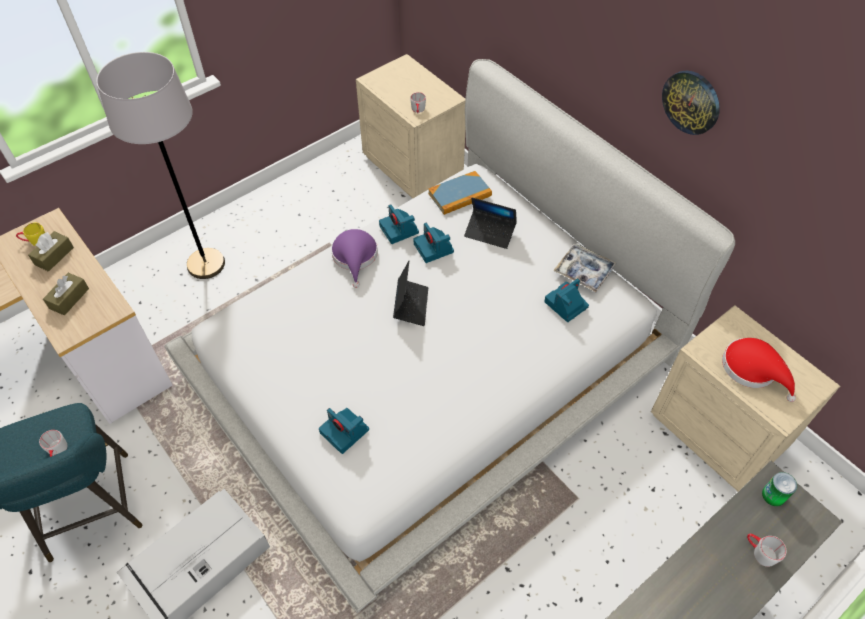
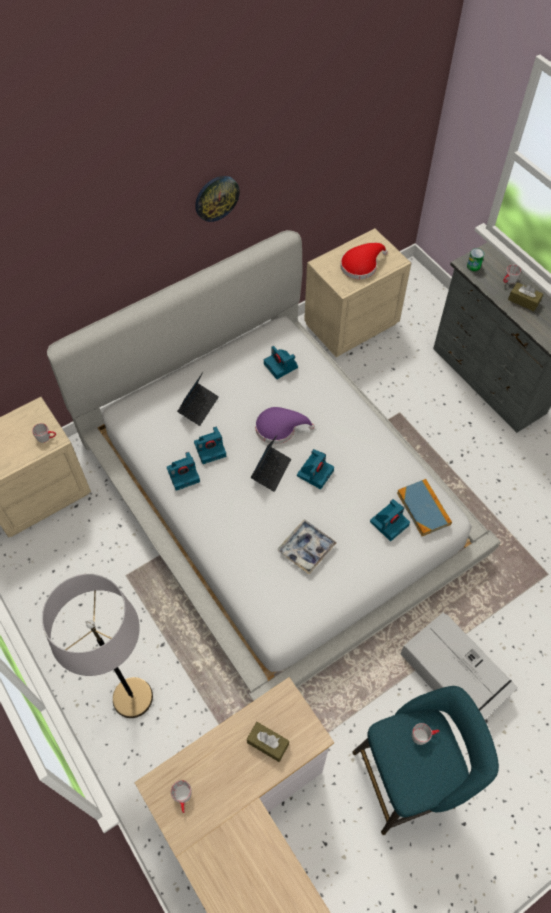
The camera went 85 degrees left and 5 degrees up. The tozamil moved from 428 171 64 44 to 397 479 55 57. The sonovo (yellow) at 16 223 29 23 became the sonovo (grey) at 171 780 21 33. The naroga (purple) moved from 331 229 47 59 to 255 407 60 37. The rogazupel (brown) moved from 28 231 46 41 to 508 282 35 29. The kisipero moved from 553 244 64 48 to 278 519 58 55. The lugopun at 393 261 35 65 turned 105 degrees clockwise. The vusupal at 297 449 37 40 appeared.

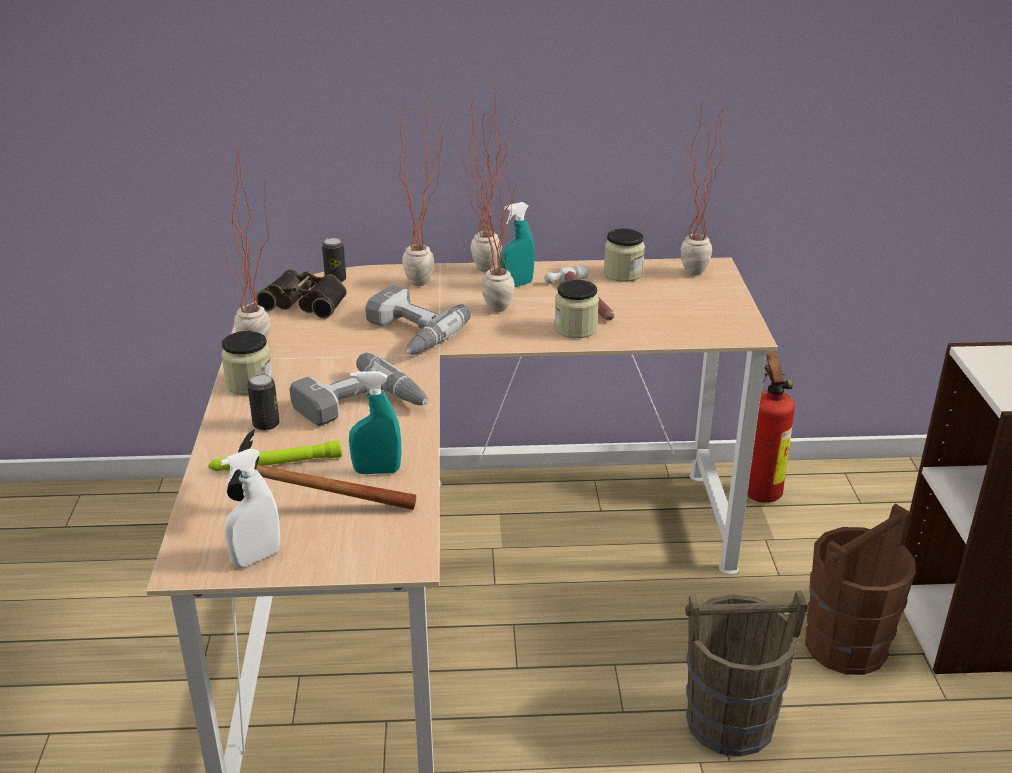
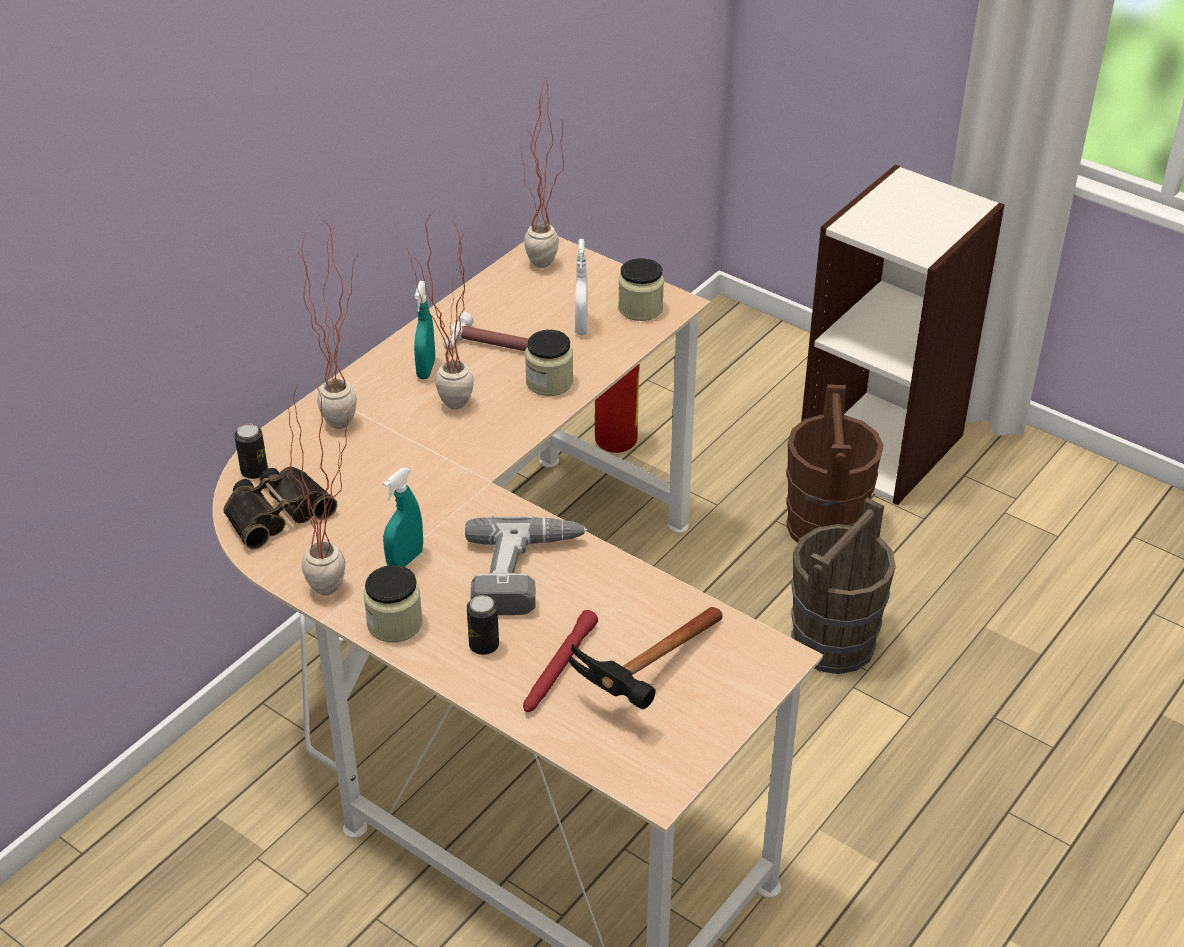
The camera went 50 degrees left and 10 degrees up. The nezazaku at 468 80 47 192 disappeared. The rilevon moved from 604 229 41 53 to 618 258 46 63. The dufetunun at 365 285 106 69 disappeared. The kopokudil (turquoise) moved from 349 371 52 103 to 383 468 40 99. The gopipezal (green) at 208 440 134 31 became the gopipezal (red) at 523 610 75 102. The kopokudil (white) moved from 220 449 60 118 to 575 239 13 96.

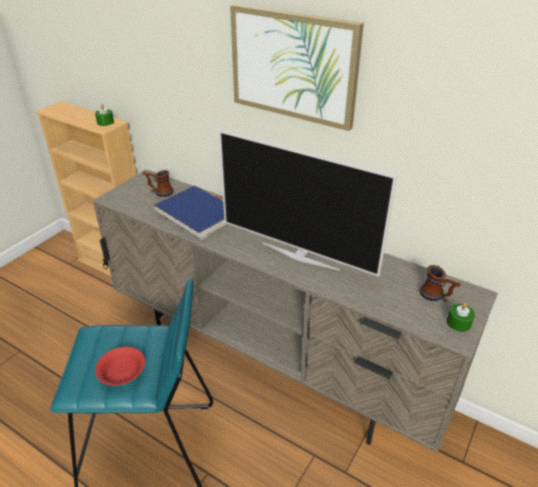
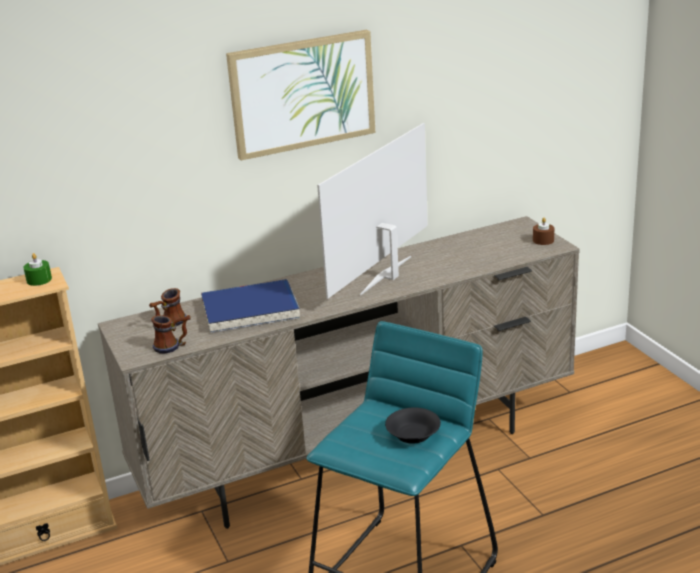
The camera went 55 degrees left and 10 degrees down. The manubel at 219 130 178 147 turned 150 degrees clockwise. The sonovo moved from 419 265 42 37 to 151 315 40 38. The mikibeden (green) at 447 303 28 29 became the mikibeden (brown) at 533 217 21 28. The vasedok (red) at 95 347 50 39 became the vasedok (black) at 385 408 56 36.

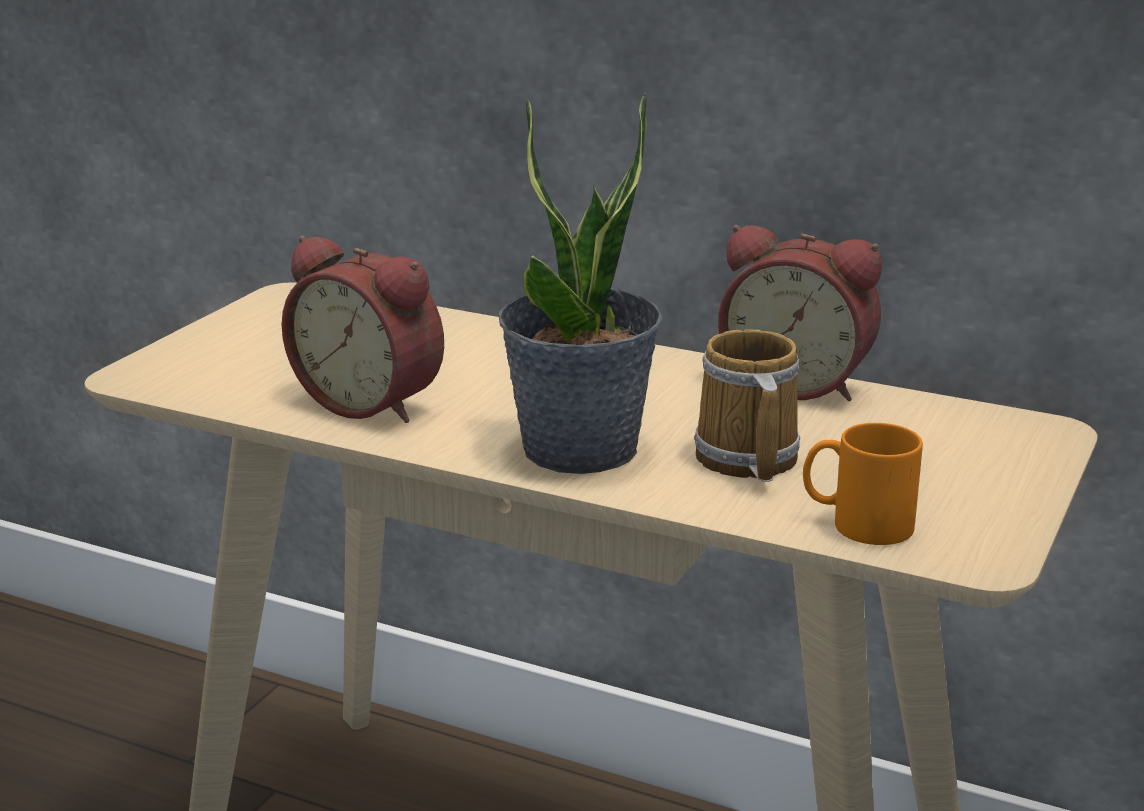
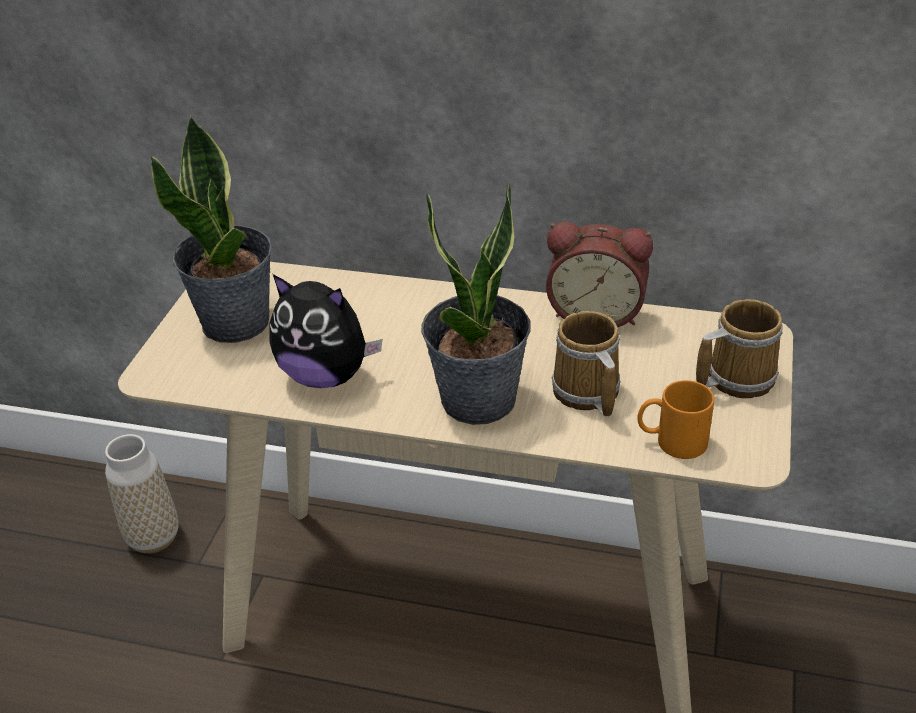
The camera went 10 degrees left and 15 degrees up. The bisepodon at 282 236 162 187 was replaced by the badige at 270 274 112 114. The nezazaku at 151 115 121 228 appeared. The sonovo at 696 299 87 99 appeared. The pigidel at 105 434 74 119 appeared.

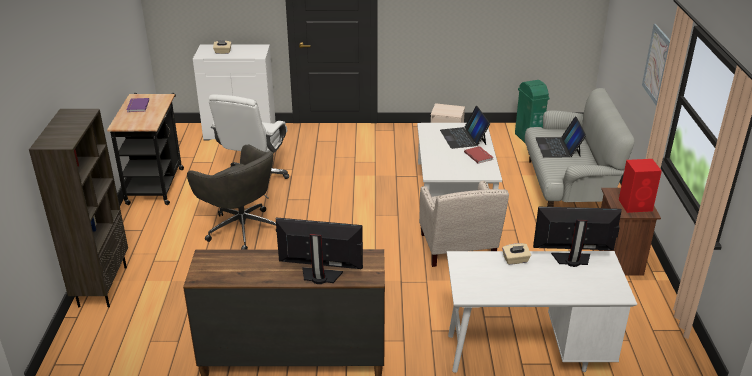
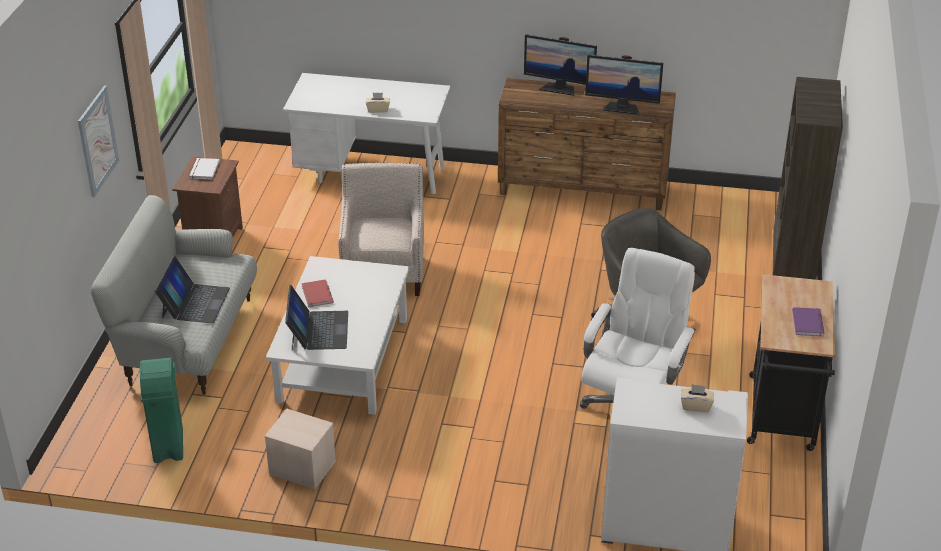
The camera went 170 degrees left and 5 degrees up. The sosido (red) at 619 159 43 54 was replaced by the tozamil (white) at 189 158 31 21. The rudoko moved from 533 207 89 60 to 585 55 78 60.

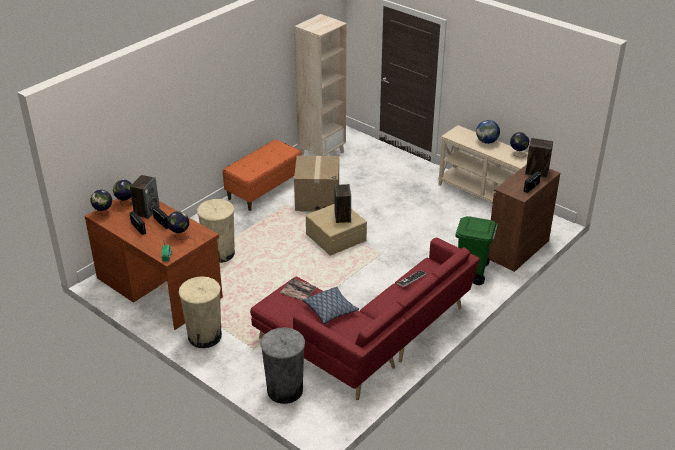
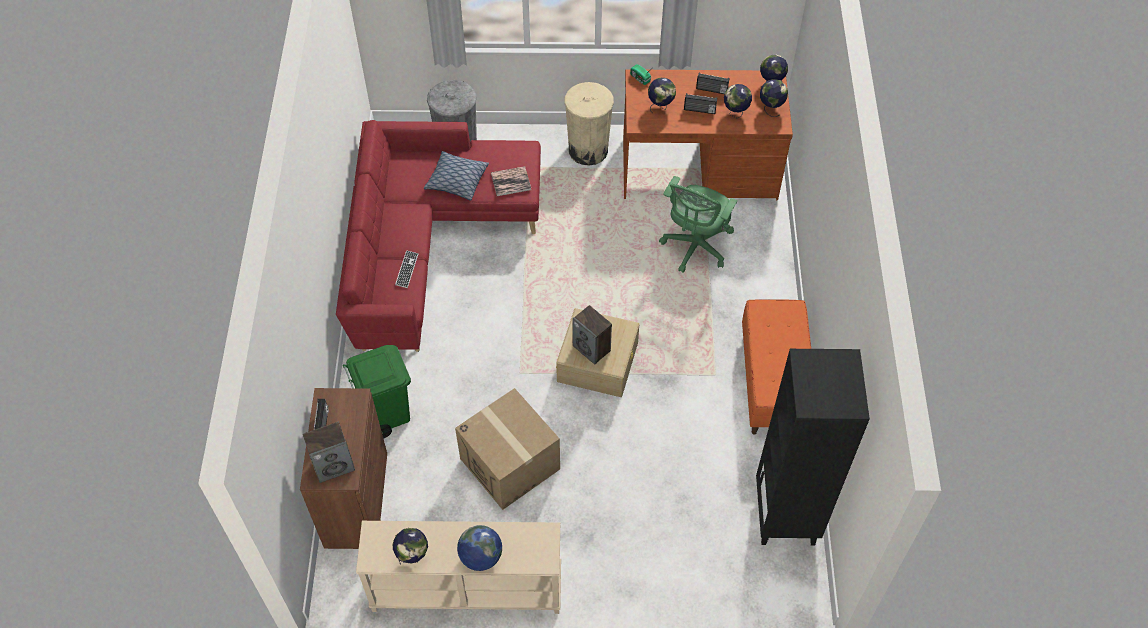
The camera went 140 degrees right and 20 degrees up. The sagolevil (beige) at 294 14 53 142 became the sagolevil (black) at 756 349 114 197. The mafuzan moved from 294 156 45 56 to 455 388 105 122. The sosido at 130 175 30 44 was replaced by the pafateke at 724 84 28 34. The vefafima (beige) at 197 199 38 64 was replaced by the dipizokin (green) at 659 176 78 97.

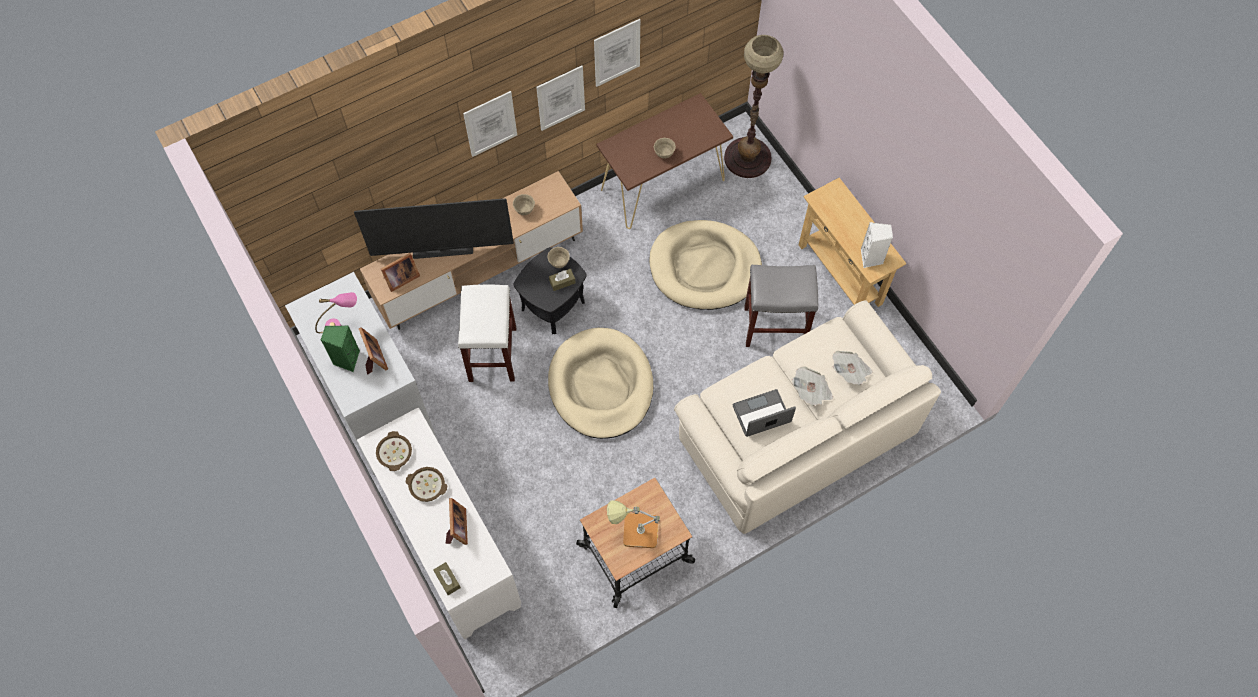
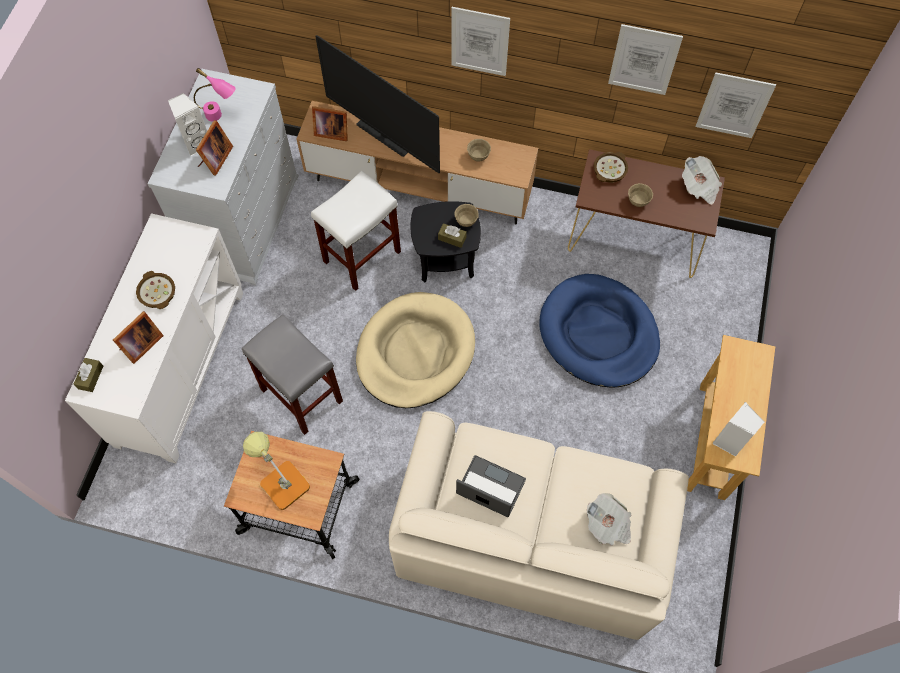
The camera went 45 degrees right and 0 degrees up. The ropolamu at 724 35 60 143 disappeared. The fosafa moved from 536 66 49 65 to 696 72 80 66. The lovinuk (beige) at 649 220 113 90 became the lovinuk (blue) at 539 274 121 114. The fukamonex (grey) moved from 744 265 74 82 to 242 314 101 121. The sosido (green) at 321 326 39 46 became the sosido (white) at 168 93 39 63. The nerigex moved from 792 366 41 40 to 682 156 40 49. The vasedok moved from 376 431 36 40 to 594 152 34 31.

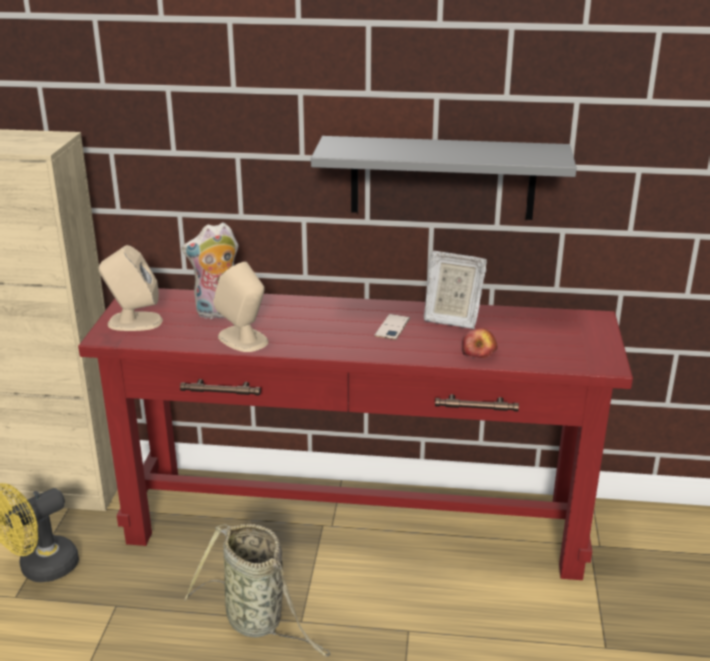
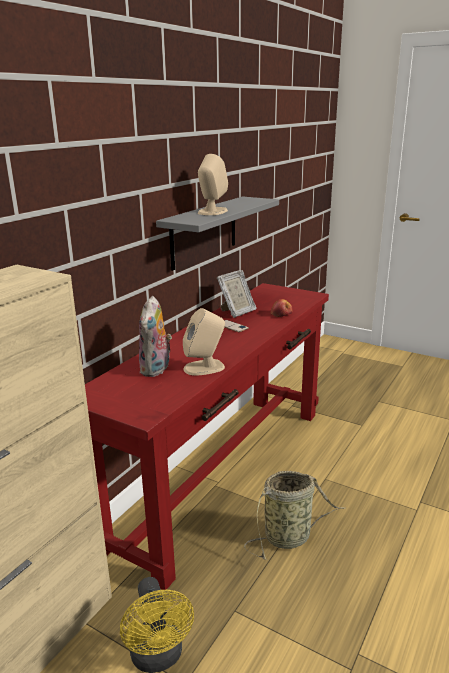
The camera went 65 degrees left and 5 degrees down. The sosido (beige) moved from 98 245 65 86 to 198 154 30 61.

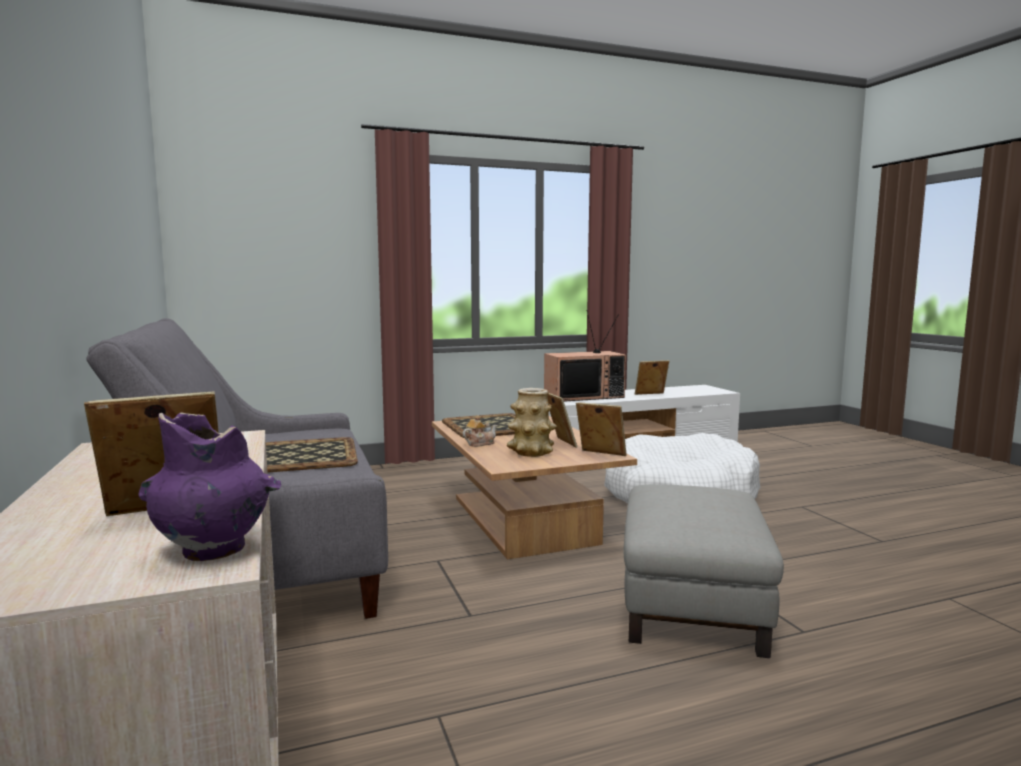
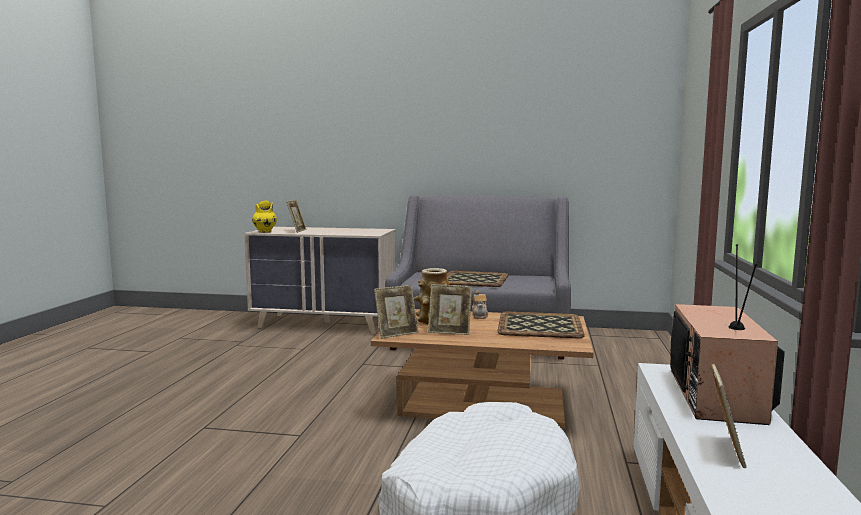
The camera went 120 degrees right and 0 degrees up. The pigidel (purple) at 138 412 143 149 became the pigidel (yellow) at 252 200 25 33. The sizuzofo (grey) at 623 484 161 174 disappeared.

